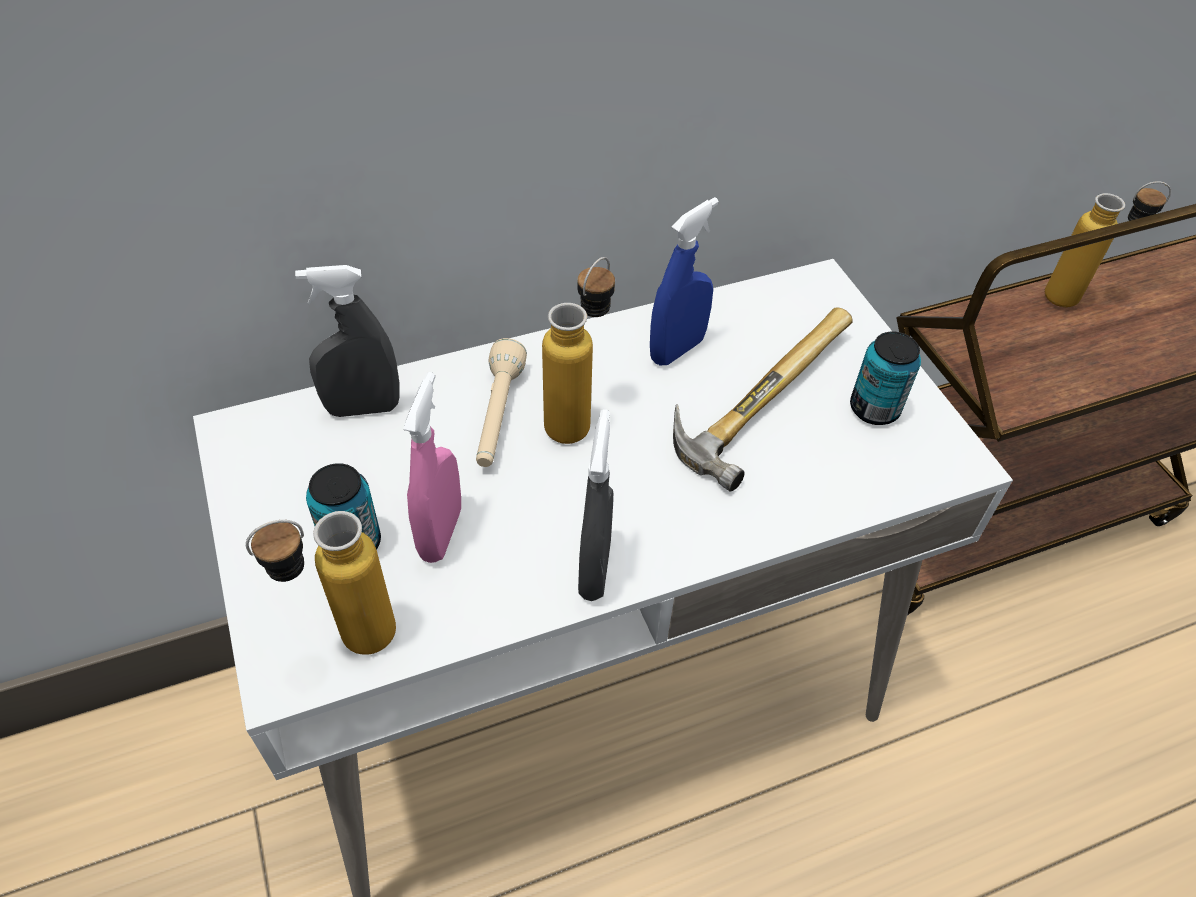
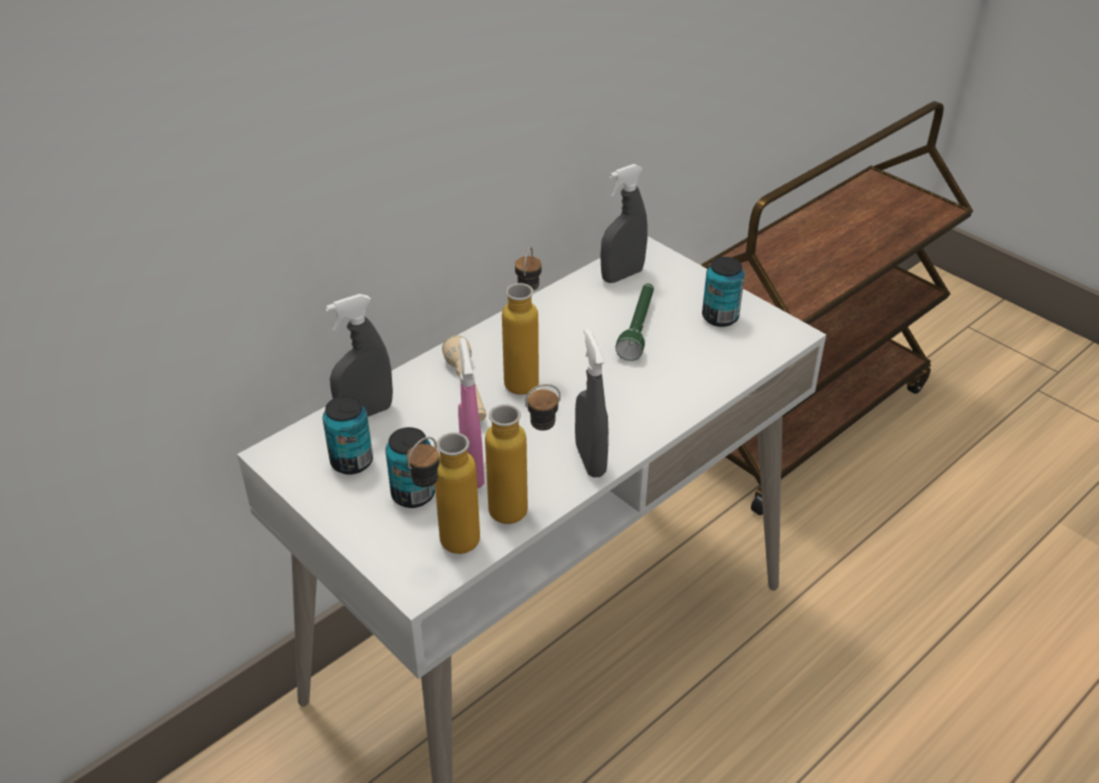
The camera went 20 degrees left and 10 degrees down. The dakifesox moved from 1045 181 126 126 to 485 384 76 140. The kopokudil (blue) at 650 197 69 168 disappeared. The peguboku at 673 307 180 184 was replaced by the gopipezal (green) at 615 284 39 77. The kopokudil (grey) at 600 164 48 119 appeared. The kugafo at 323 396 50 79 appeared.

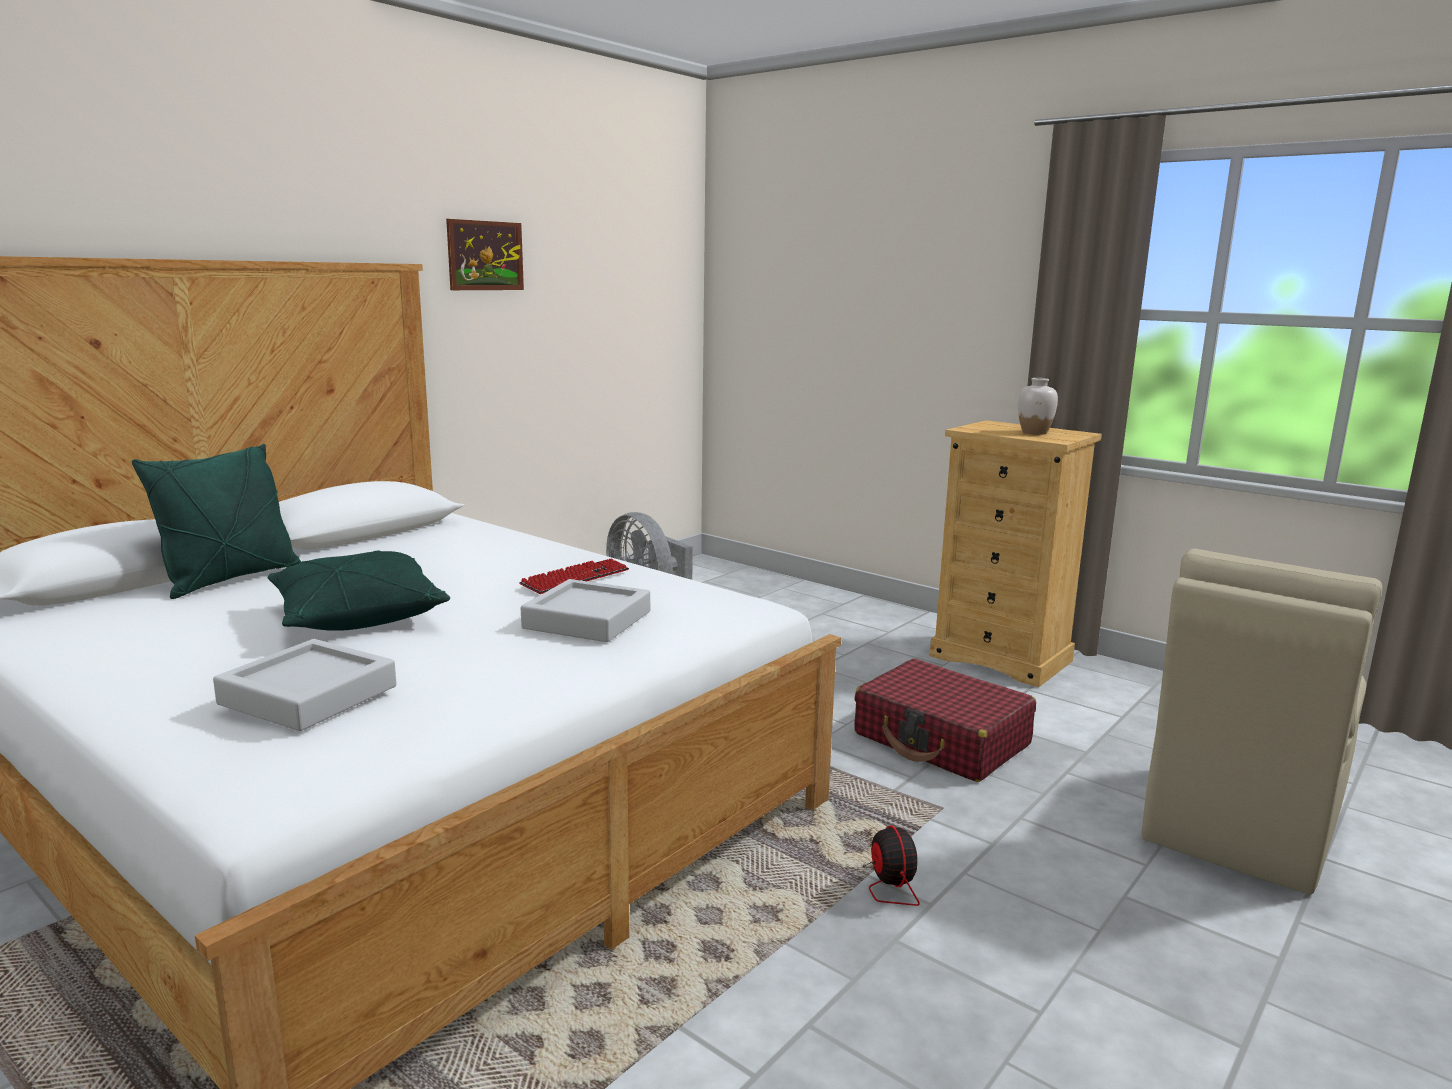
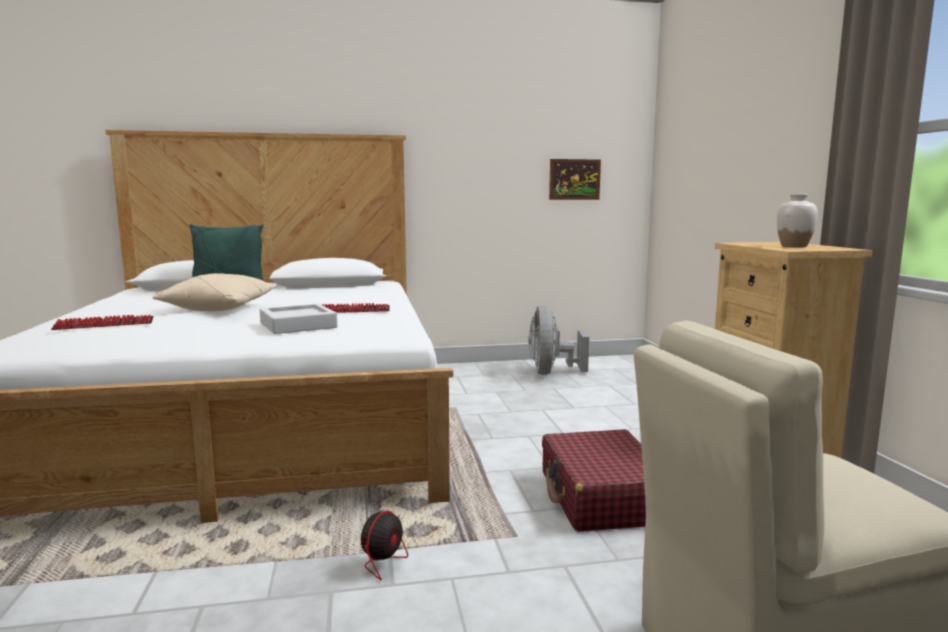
The camera went 40 degrees right and 5 degrees down. The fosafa moved from 446 219 78 71 to 549 159 52 41. The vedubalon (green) at 268 551 182 80 became the vedubalon (beige) at 152 273 125 38. The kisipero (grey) at 213 639 183 92 was replaced by the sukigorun at 51 315 102 15.

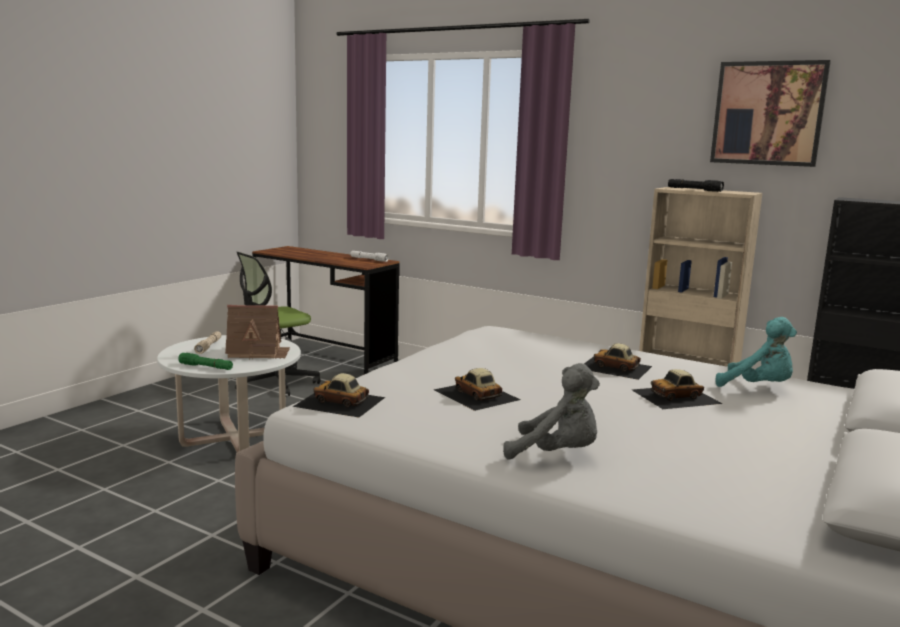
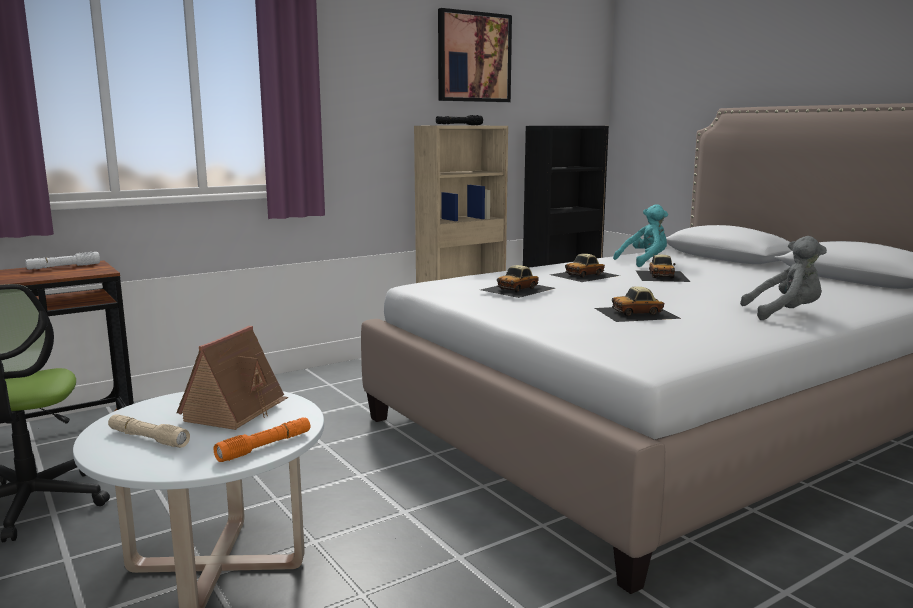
The camera went 65 degrees left and 0 degrees up. The gopipezal (green) at 178 353 55 17 became the gopipezal (orange) at 213 417 97 45. The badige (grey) at 503 363 97 97 turned 45 degrees clockwise. The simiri moved from 293 373 92 45 to 481 265 74 33.

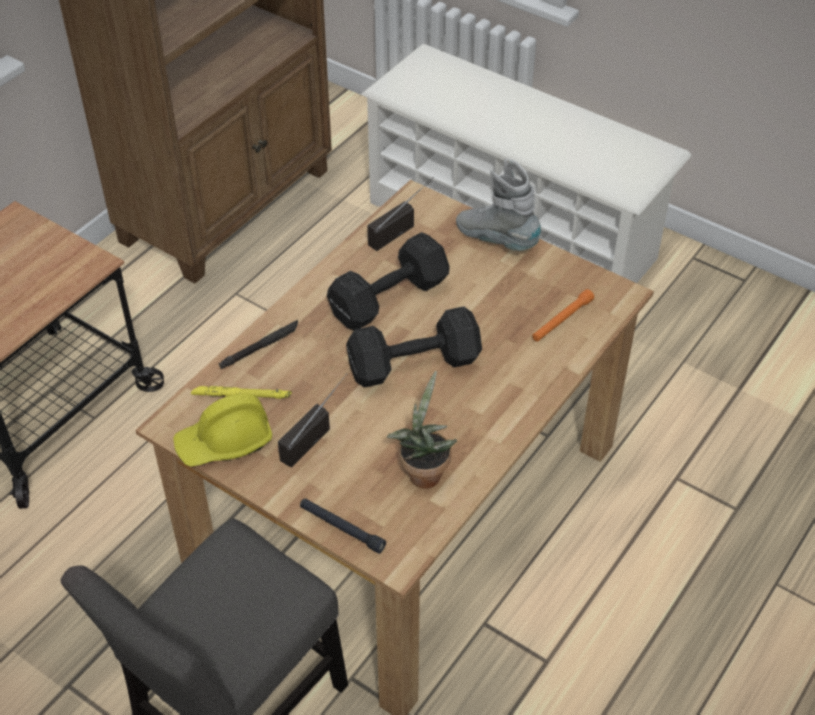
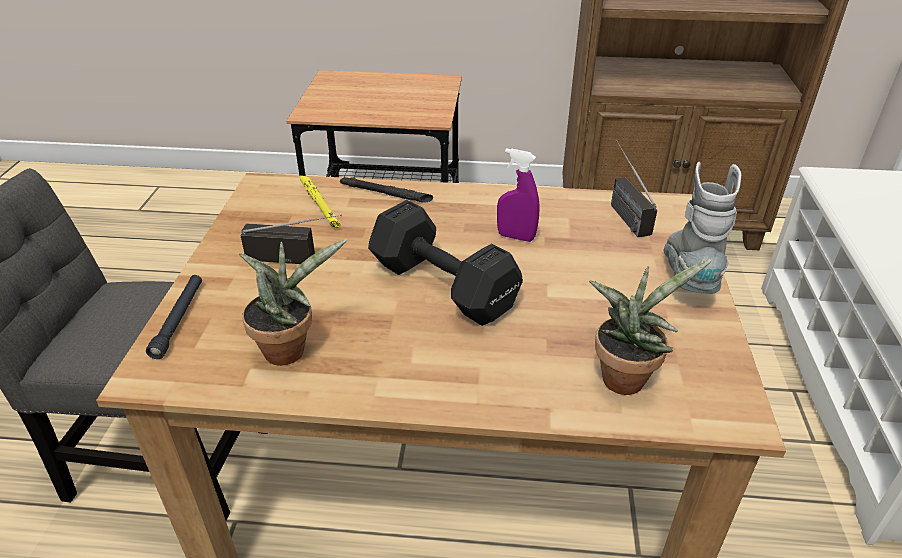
The camera went 60 degrees right and 10 degrees down. The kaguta at 367 177 67 74 turned 120 degrees counterclockwise. The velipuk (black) at 327 232 123 98 was replaced by the kopokudil (purple) at 497 148 43 94. The gopipezal (orange) at 532 289 62 53 was replaced by the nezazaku at 589 259 123 136. The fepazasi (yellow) at 173 393 99 74 disappeared.

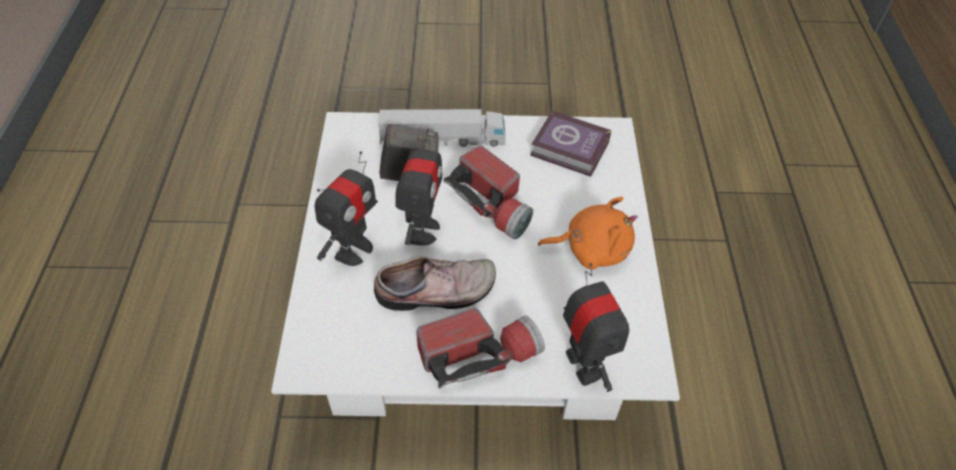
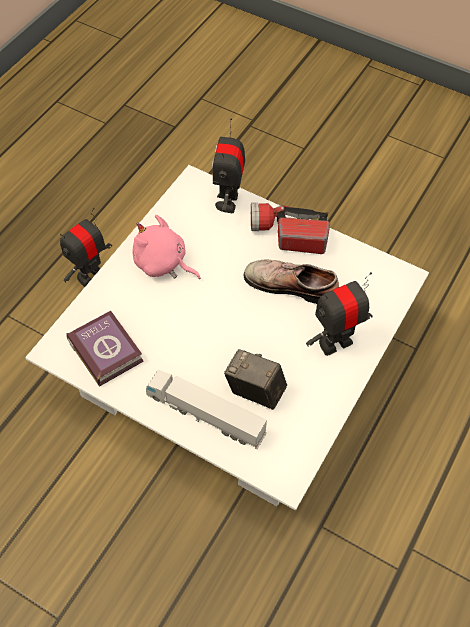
The camera went 150 degrees left and 5 degrees up. The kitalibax moved from 395 129 47 117 to 60 208 52 79. The gopipezal at 444 146 89 93 disappeared. The badige (orange) at 538 197 100 73 became the badige (pink) at 132 215 69 64.

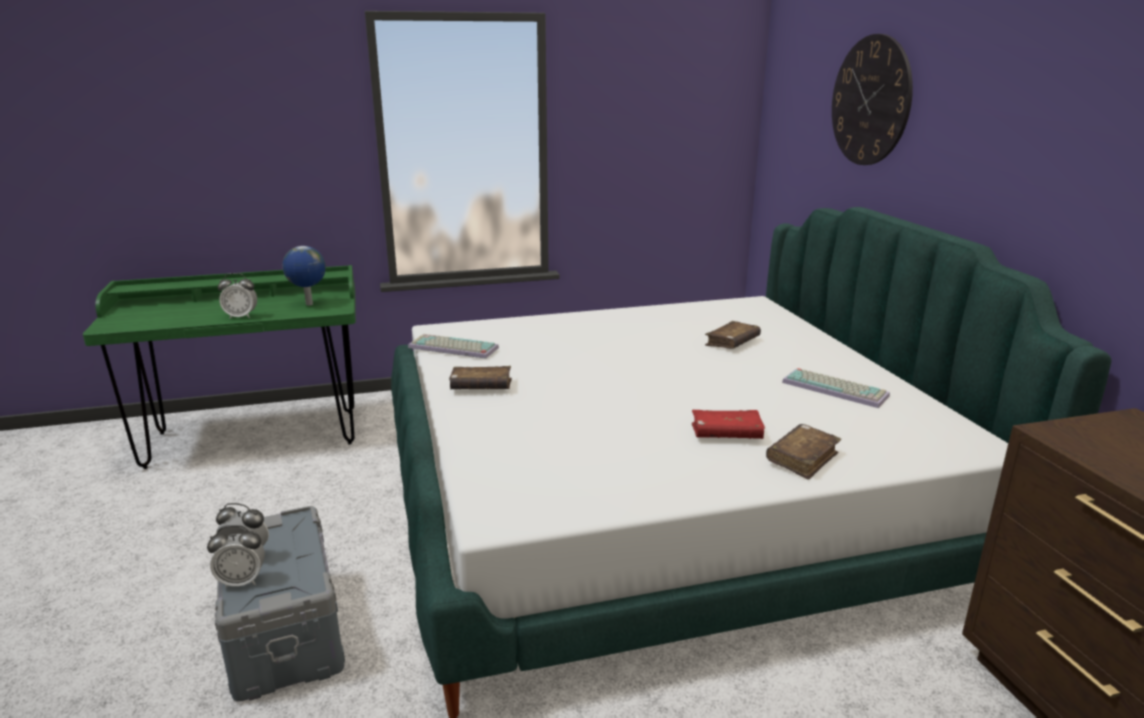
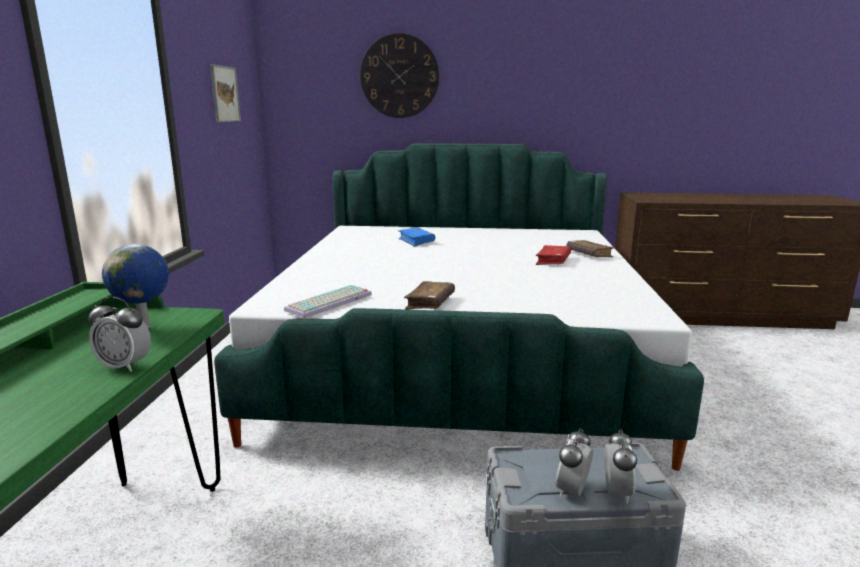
The camera went 70 degrees left and 5 degrees down. The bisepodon at 218 273 39 46 turned 90 degrees clockwise. The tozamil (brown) at 705 321 56 28 became the tozamil (blue) at 398 228 37 18. The sukigorun at 782 368 108 40 disappeared. The fosafa at 210 64 31 58 appeared.

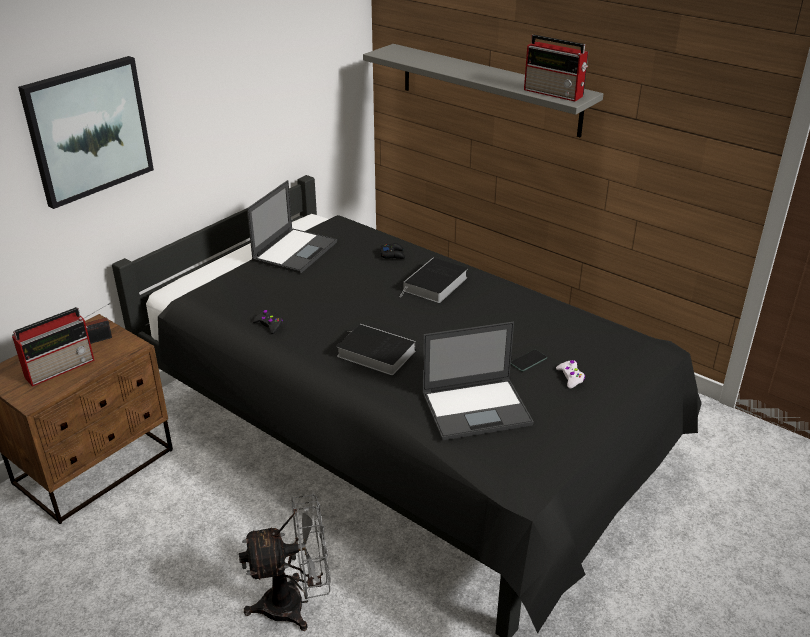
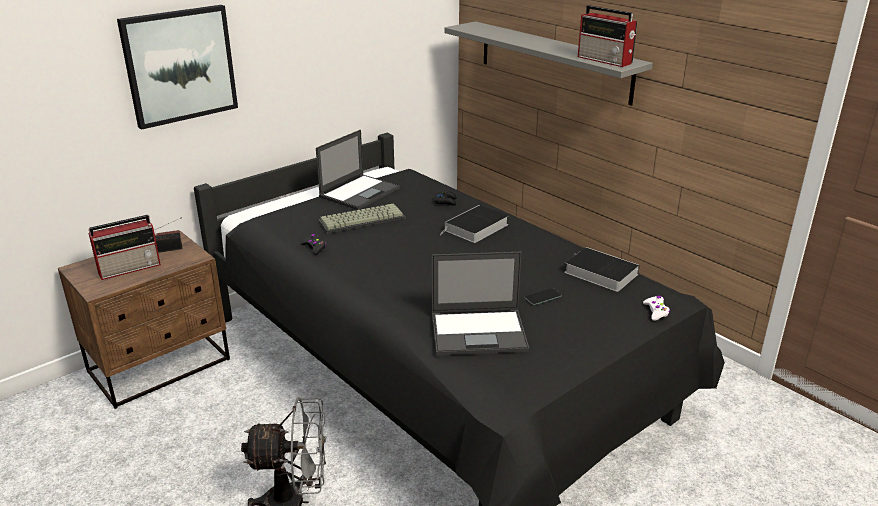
The camera went 10 degrees right and 5 degrees down. The tozamil moved from 336 324 80 51 to 565 247 75 45. The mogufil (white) moved from 556 360 29 29 to 643 296 27 25. The sukigorun at 319 203 87 31 appeared.

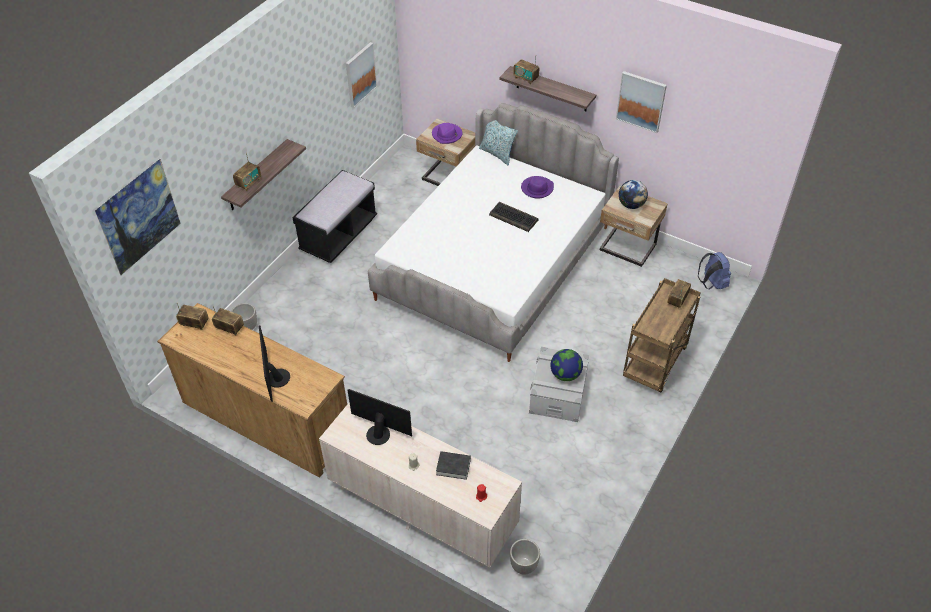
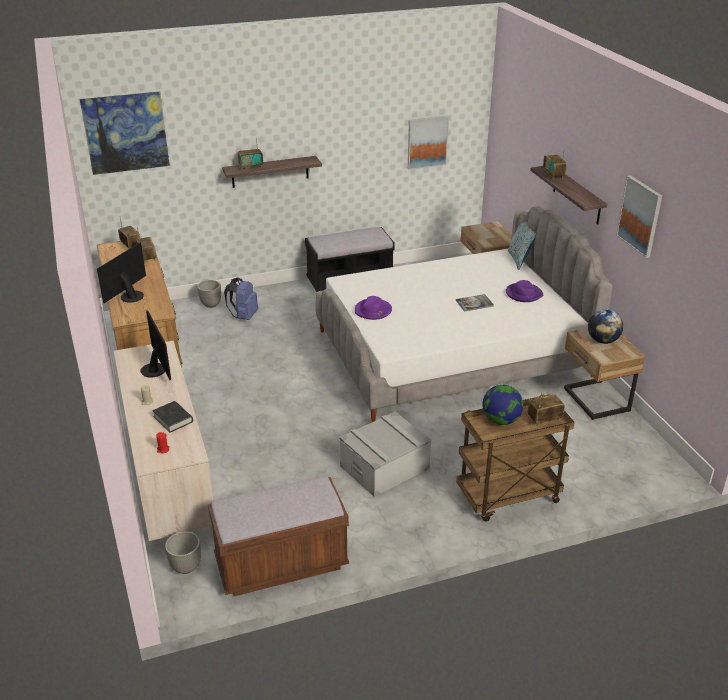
The camera went 40 degrees right and 15 degrees down. The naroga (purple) moved from 432 123 30 21 to 355 296 37 24. The sukigorun at 489 202 49 30 was replaced by the tozamil at 456 294 38 18. The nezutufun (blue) moved from 698 252 33 37 to 224 278 34 42. The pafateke moved from 551 349 32 32 to 482 385 41 40. The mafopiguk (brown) at 208 476 141 120 appeared.

